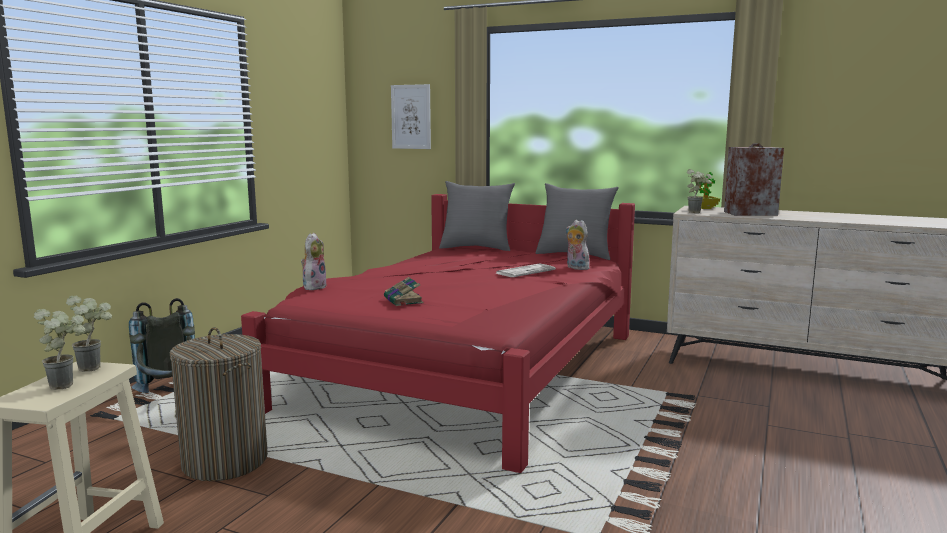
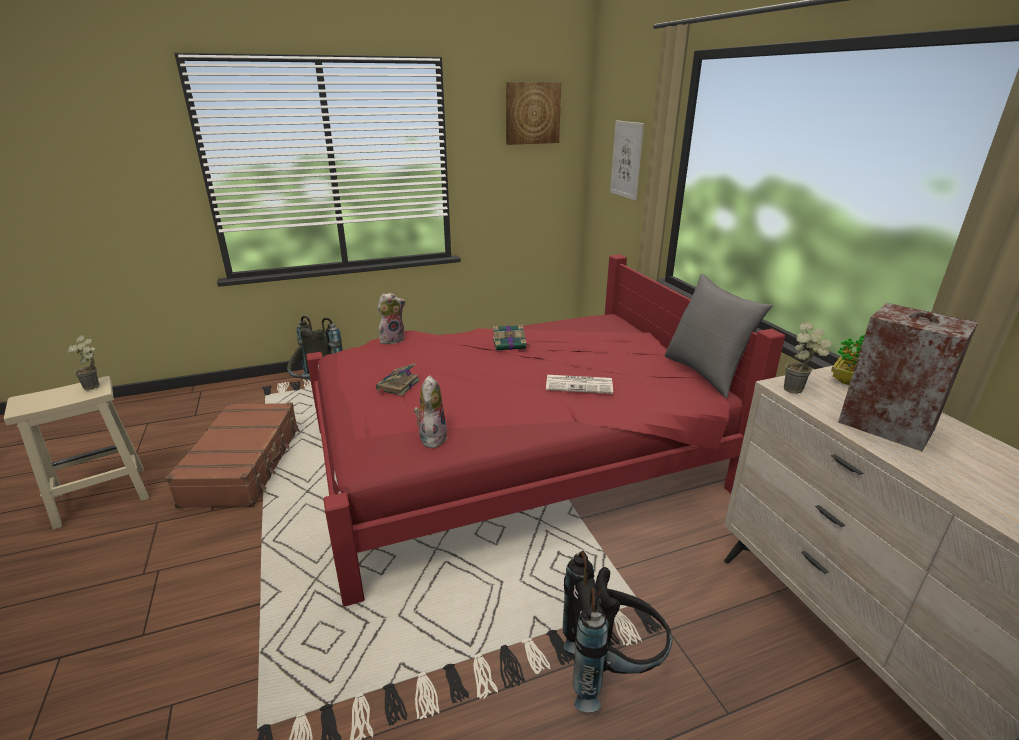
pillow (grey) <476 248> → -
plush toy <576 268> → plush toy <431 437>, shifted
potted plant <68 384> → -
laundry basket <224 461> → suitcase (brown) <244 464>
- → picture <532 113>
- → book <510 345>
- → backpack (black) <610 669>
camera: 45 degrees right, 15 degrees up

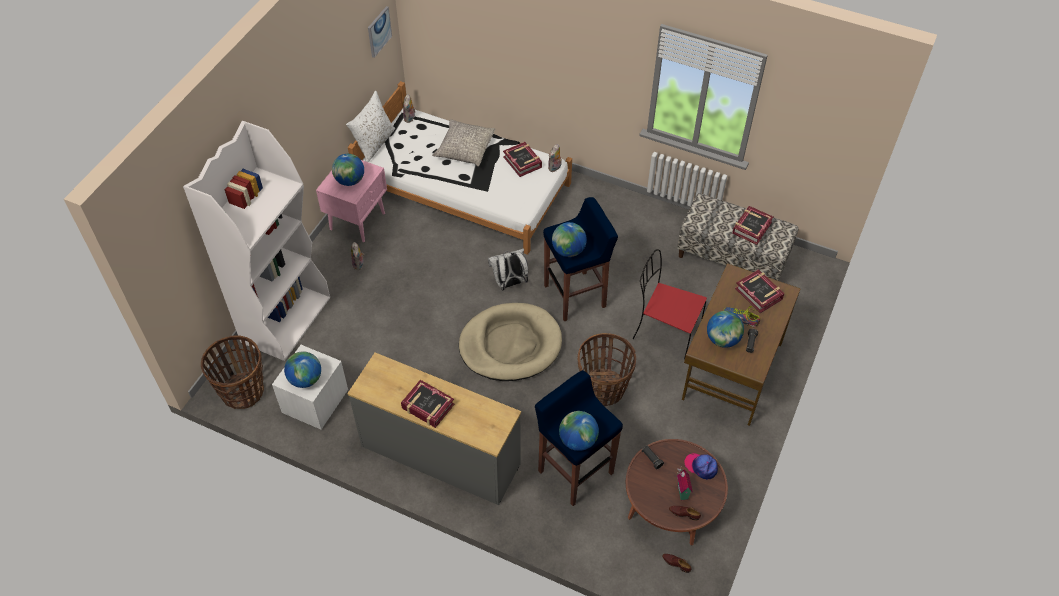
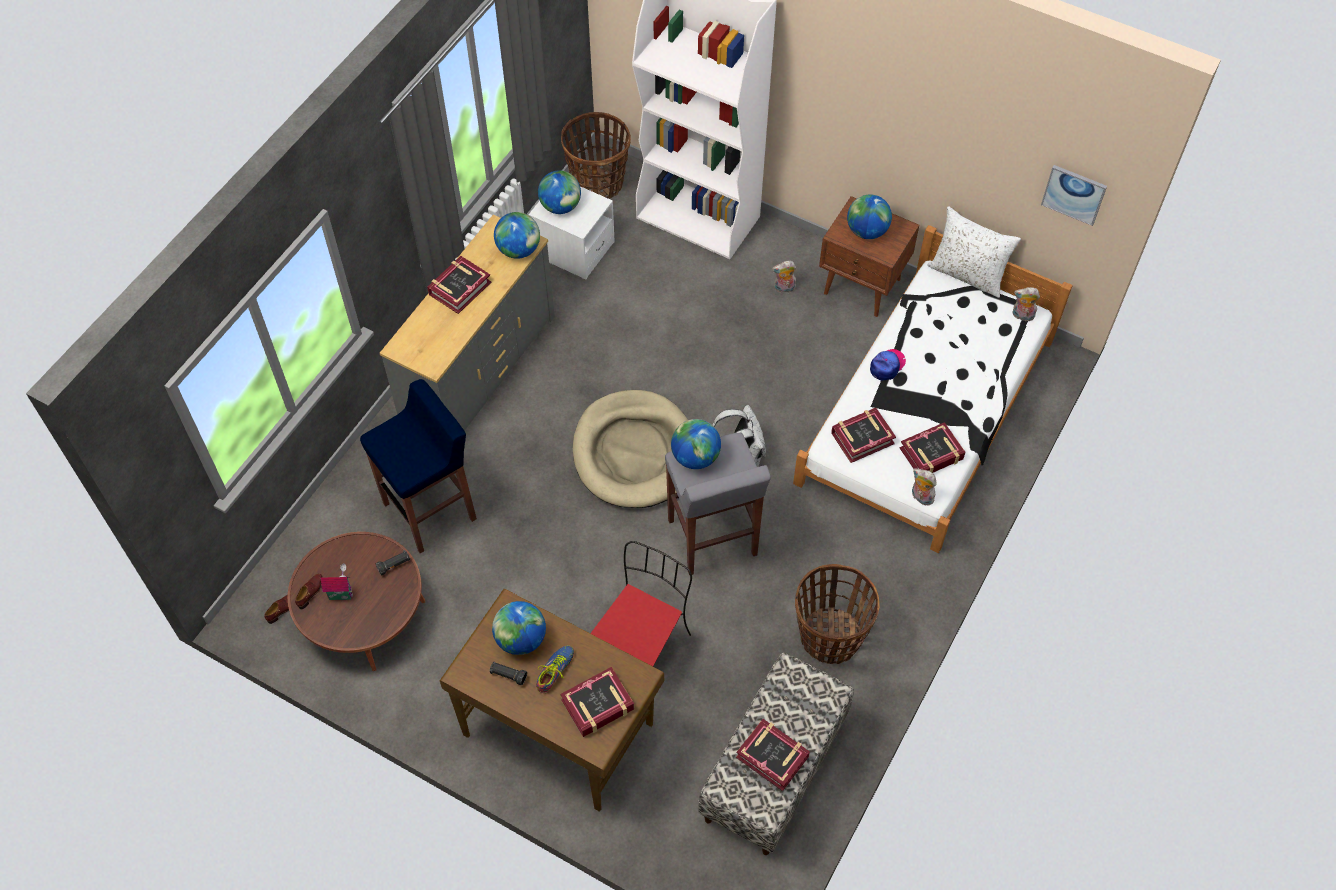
pillow (grey) <464 148> → -
nightstand (pink) <358 220> → nightstand (brown) <863 287>
stool (blue) <576 296> → stool (grey) <712 539>
basket <603 388> → basket <829 637>, shifted
globe <577 440> → globe <518 250>, shifted
cap <701 466> → cap <887 366>, shifted
- → book <862 438>
camera: 95 degrees right, 5 degrees up

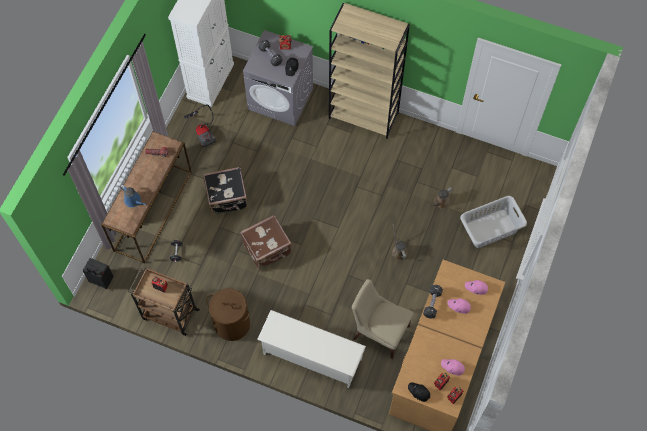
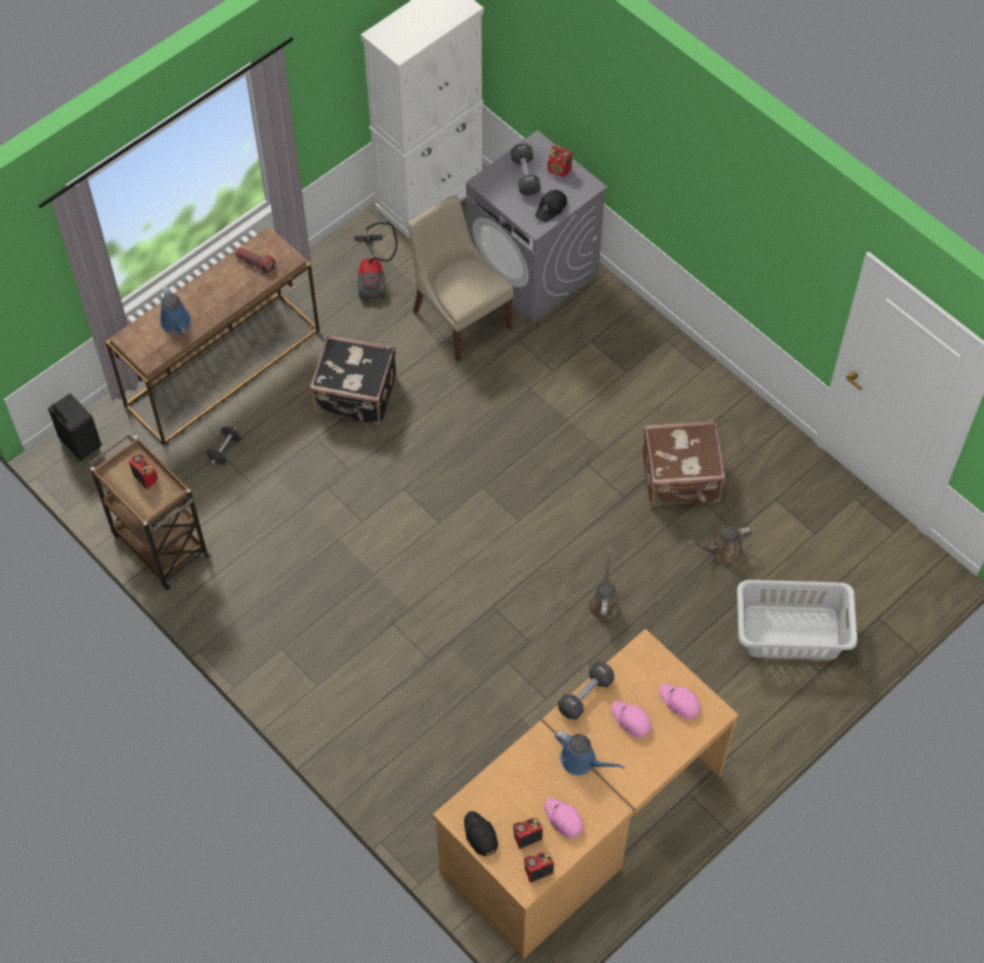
bookcase (beige) <364 115> → -
suitcase (brown) <267 249> → suitcase (brown) <681 479>, shifted
chair (beige) <379 331> → chair (beige) <460 317>, shifted
laundry basket (brown) <232 324> → -
shoe rack (white) <311 357> → -
- → watering can (blue) <581 760>
camera: 25 degrees right, 5 degrees down

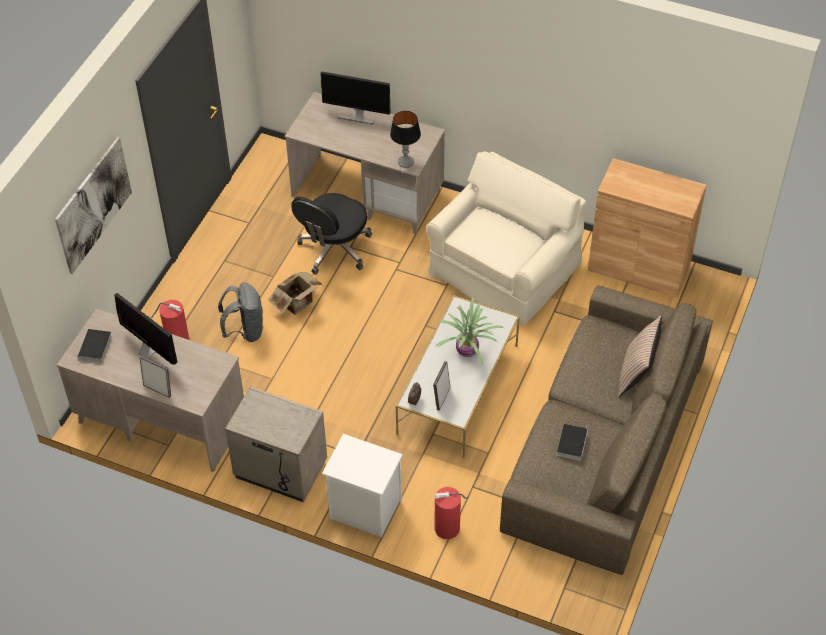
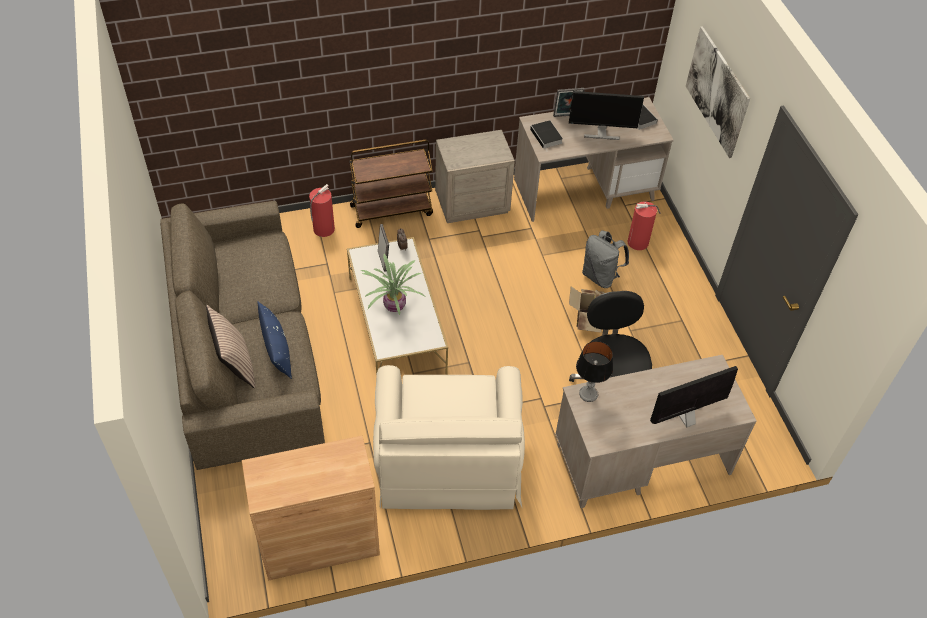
book <572 442> → book <547 137>, shifted
nightstand (white) <363 509> → cart (brown) <392 210>
- → pillow (blue) <277 349>
camera: 140 degrees right, 0 degrees up

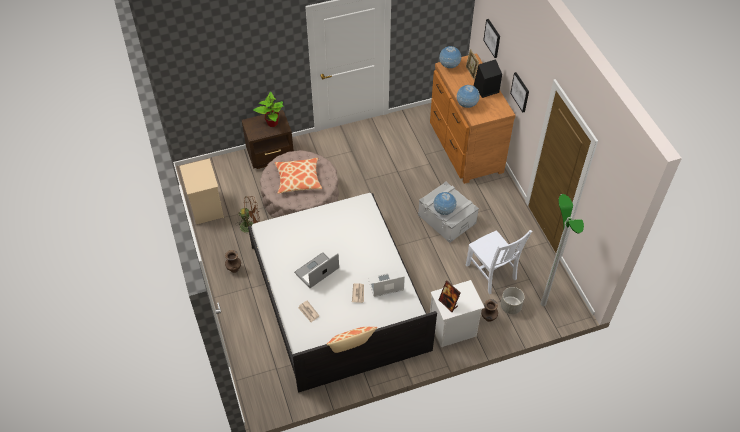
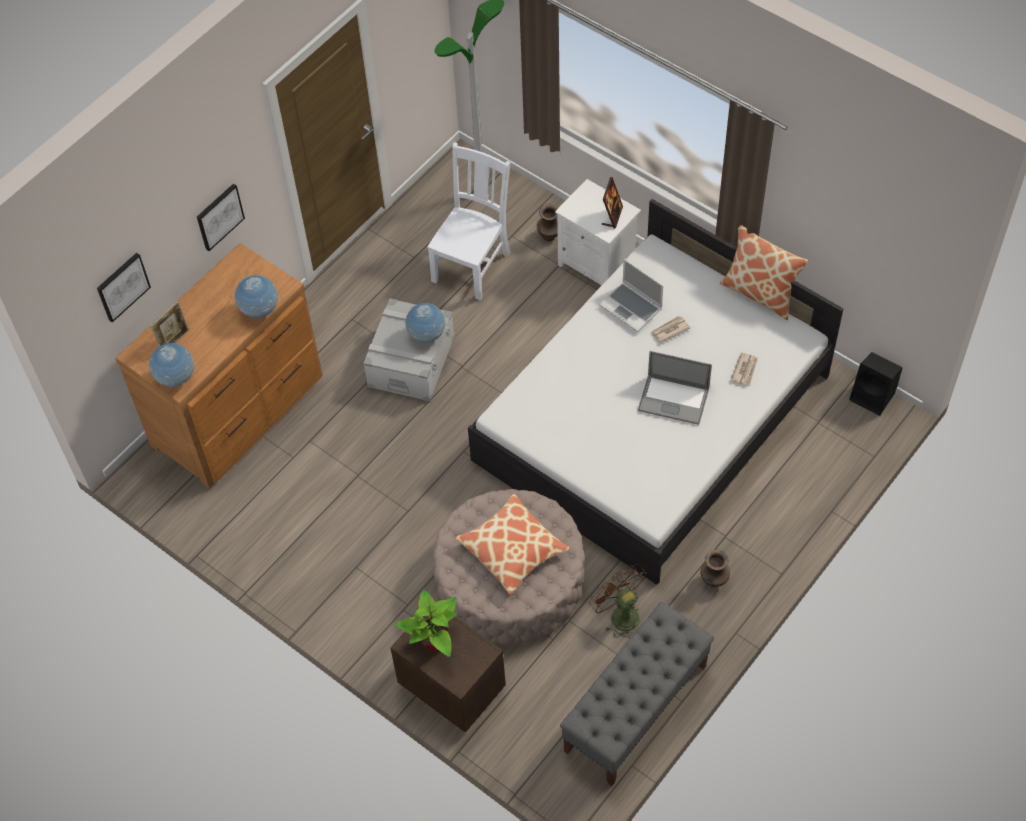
speaker (black) <485 89> → speaker (black) <873 396>, shifted
nightstand (beige) <205 208> → bench (grey) <635 709>
planter (grey) <510 306> → -
camera: 120 degrees left, 5 degrees up

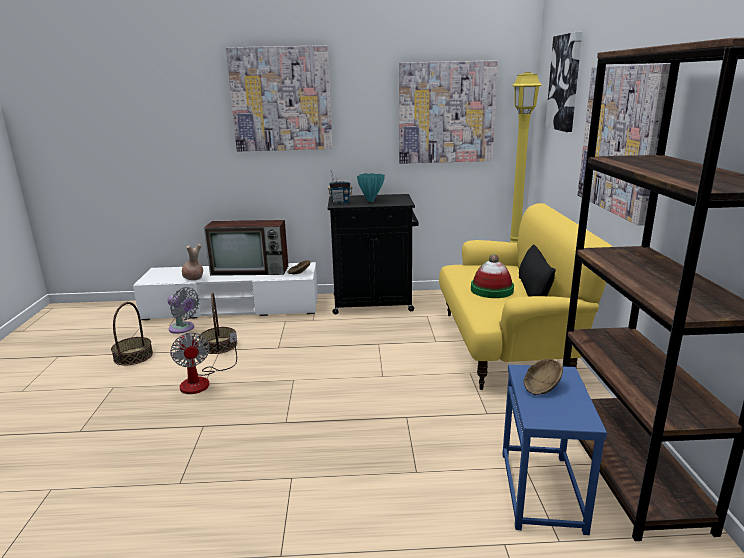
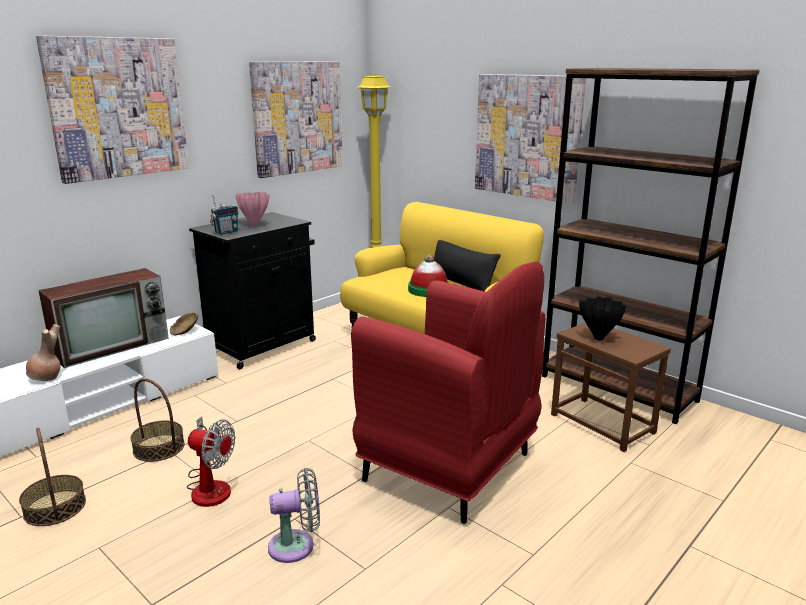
picture <565 83> → -
vase (turquoise) <370 201> → vase (pink) <254 225>
fan (grey) <183 328> → fan (grey) <296 546>, shifted
bowl (brown) <540 387> → vase (black) <599 338>
side table (blue) <543 491> → side table (brown) <603 423>
- → armchair (red) <450 468>
camera: 45 degrees left, 0 degrees up

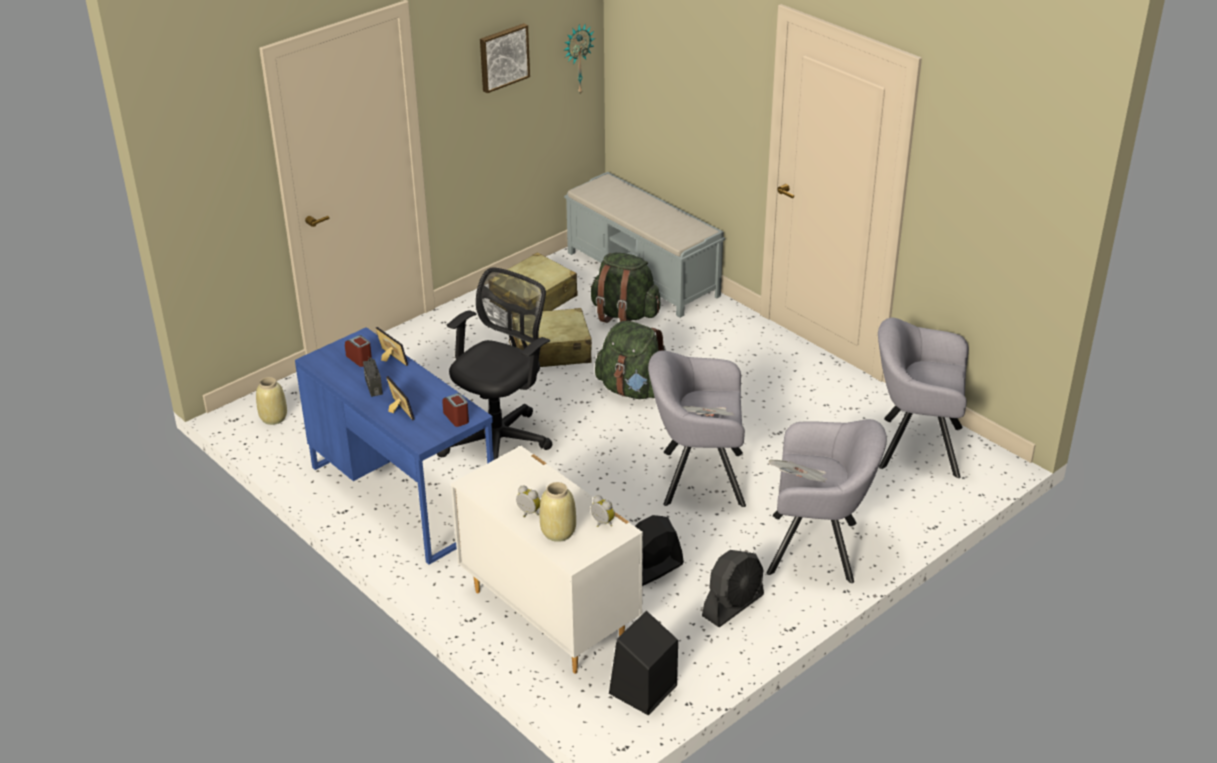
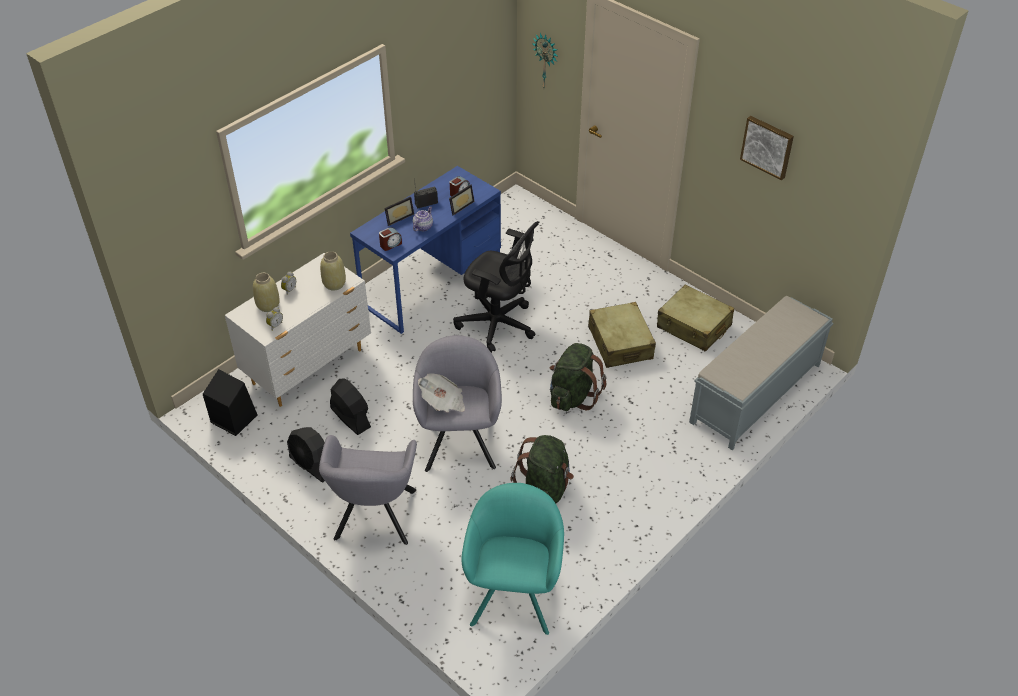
wall clock <577 59> → wall clock <546 61>, shifted
backpack (green) <624 315> → backpack (green) <544 490>, shifted
armchair (grey) <914 446> → armchair (turquoise) <514 593>
vase (beige) <274 418> → vase (beige) <334 284>, shifted
newspaper <799 483> → -
- → teapot <423 226>
camera: 85 degrees right, 10 degrees up

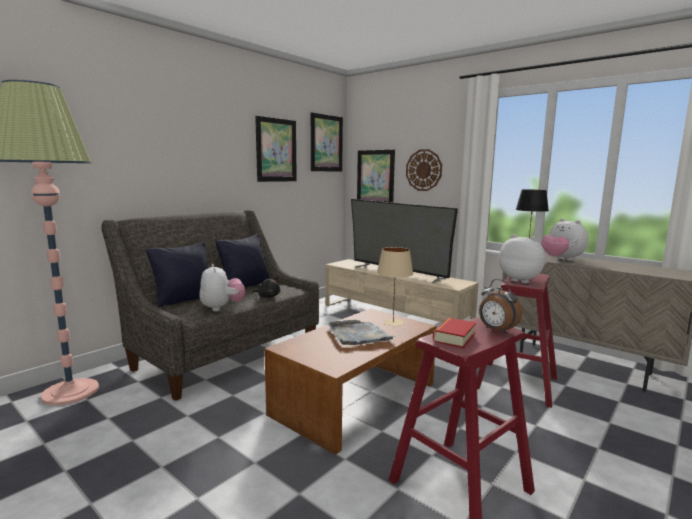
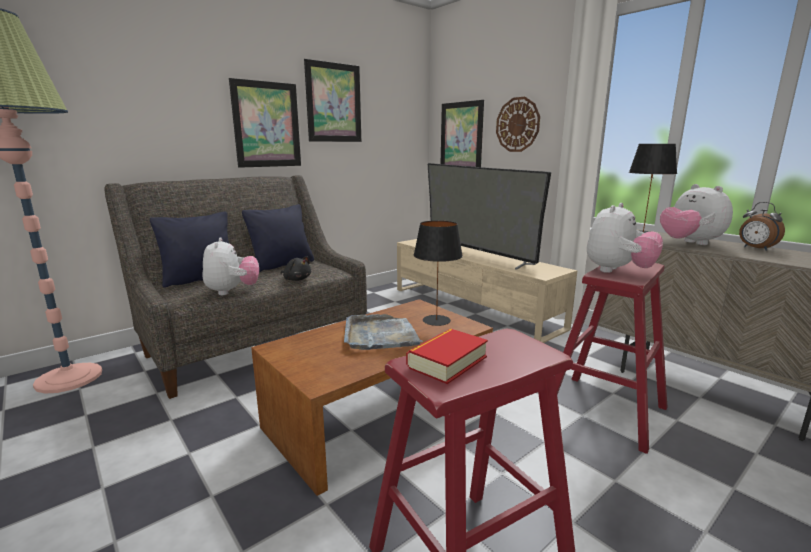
picture <326 143> → picture <266 125>, shifted
plush toy <522 280> → plush toy <618 271>, 75 degrees clockwise
table lamp (beige) <392 322> → table lamp (black) <436 320>
alarm clock <496 330> → alarm clock <755 248>, shifted
camera: 10 degrees right, 5 degrees up

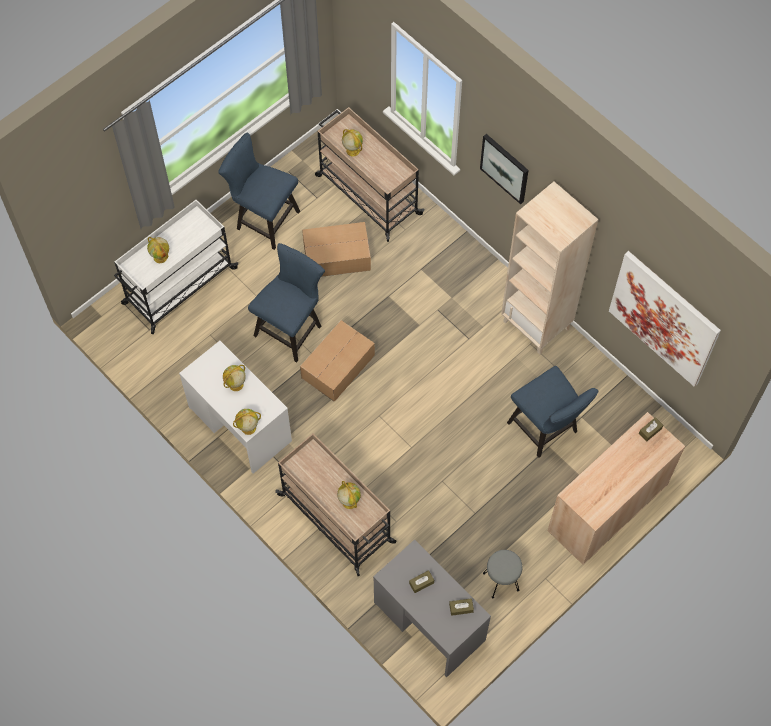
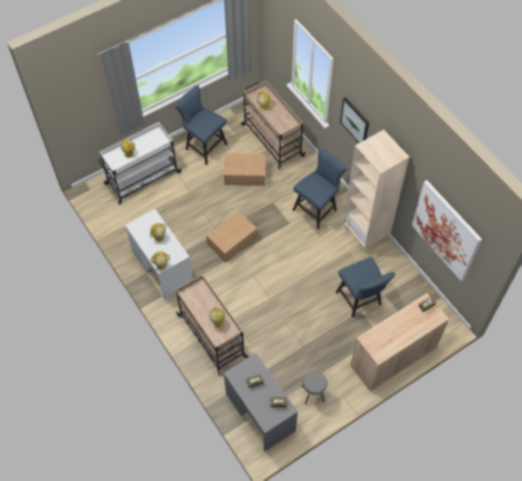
chair (blue) <291 328> → chair (blue) <317 208>, shifted
camera: 10 degrees right, 5 degrees down

